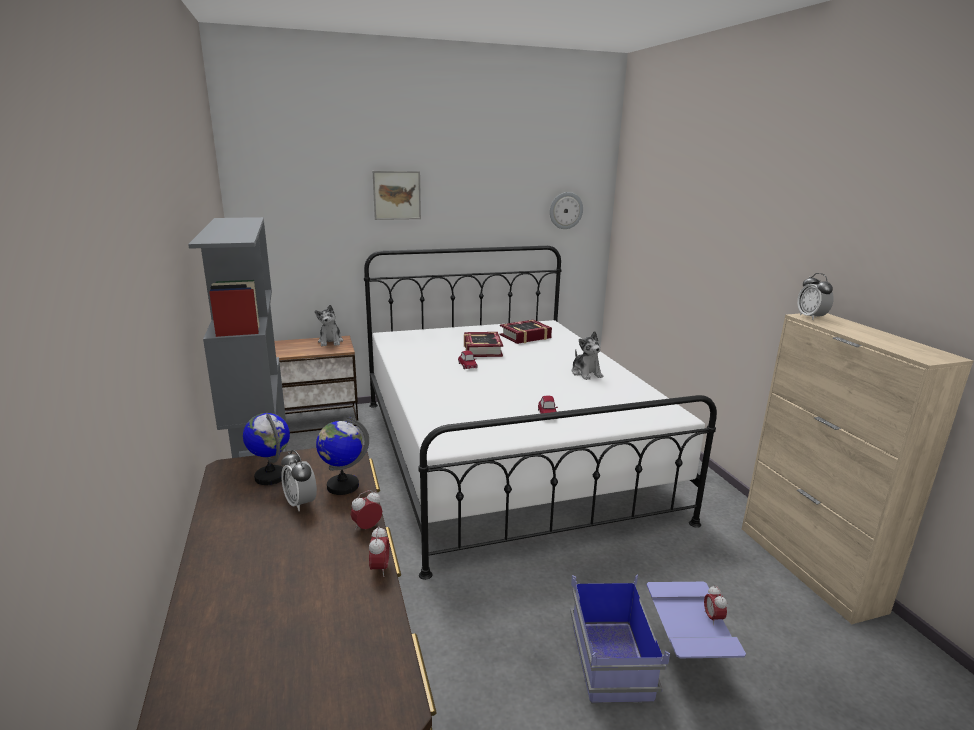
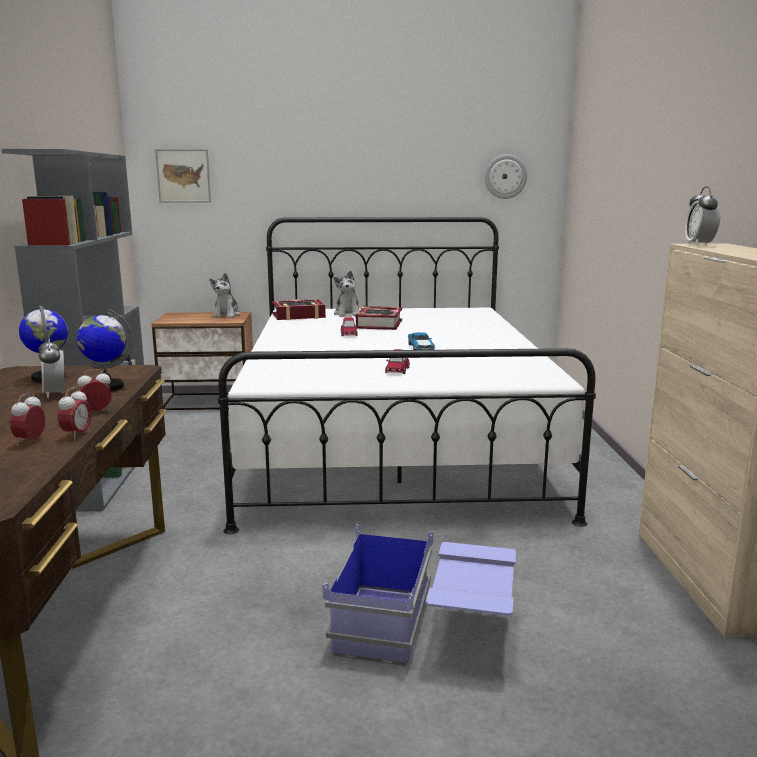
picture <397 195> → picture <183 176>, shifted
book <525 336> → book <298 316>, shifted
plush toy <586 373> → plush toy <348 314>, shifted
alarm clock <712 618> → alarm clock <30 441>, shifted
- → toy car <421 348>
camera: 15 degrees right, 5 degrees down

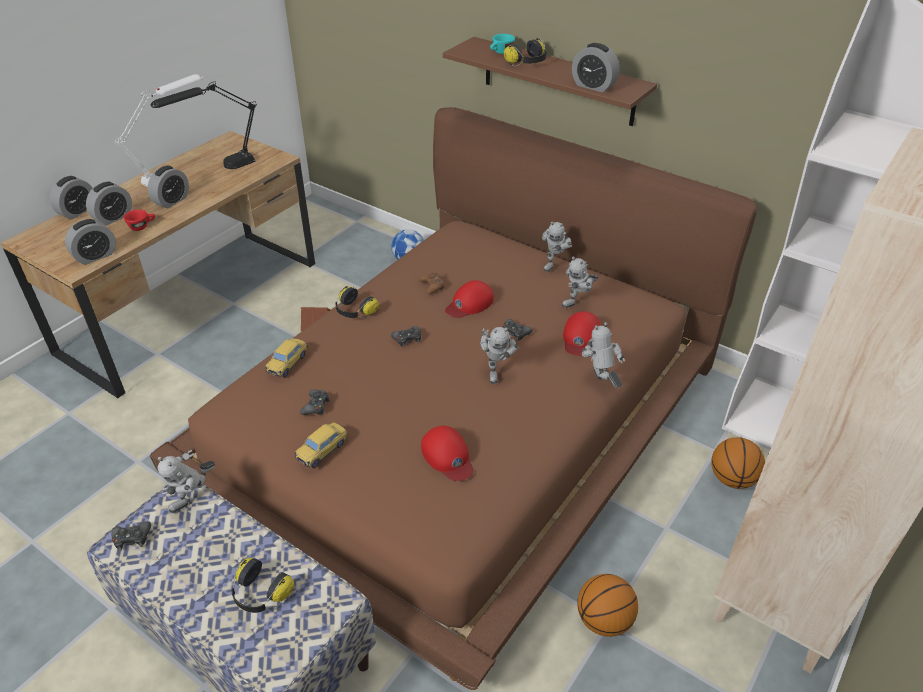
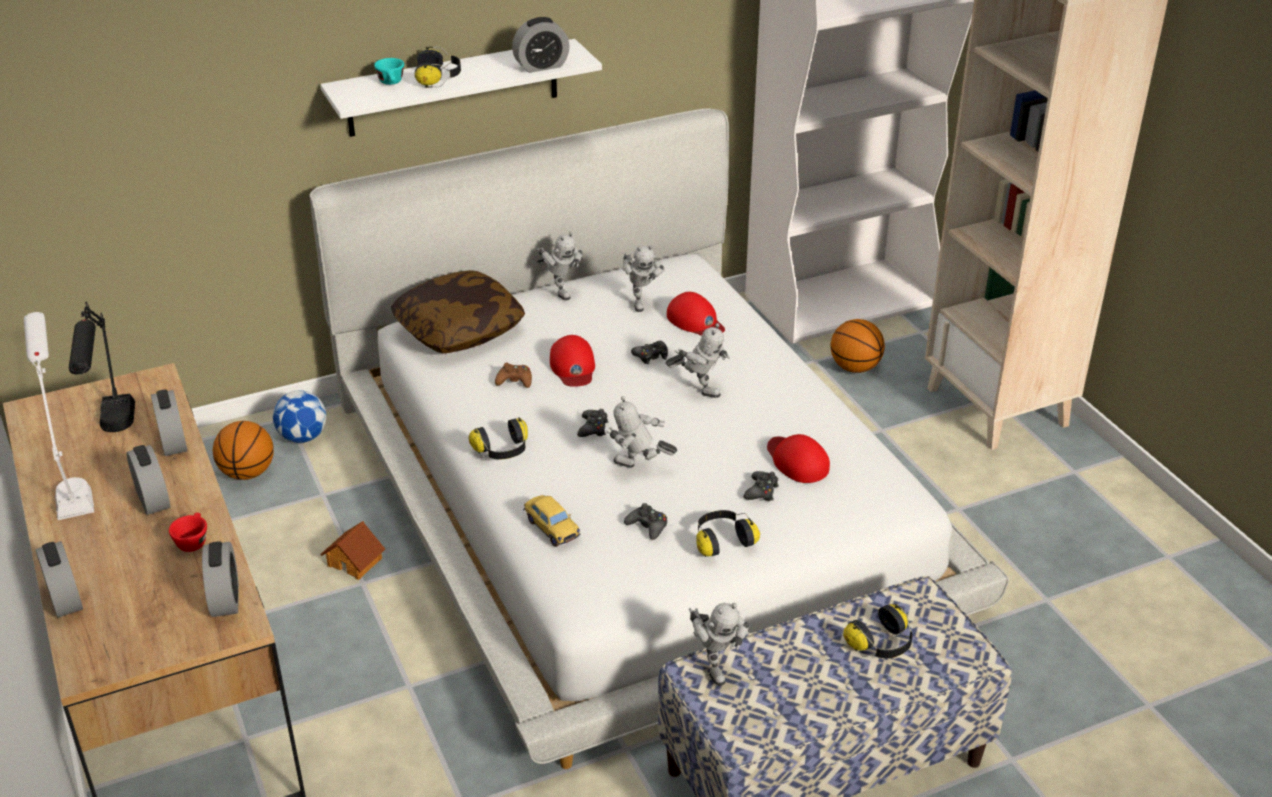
shelf (brown) <558 81> → shelf (white) <453 88>
bed (brown) <461 420> → bed (white) <635 500>
alarm clock <113 217> → alarm clock <173 442>, shifted
toy robot <600 382> → toy robot <639 469>, shifted
toy car <322 450> → headphones <722 541>
cap (red) <447 456> → cap (red) <797 461>, 120 degrees counterclockwise
game controller (black) <132 538> → game controller (black) <761 491>, shifted
basketball <604 620> → basketball <248 473>, shifted
- → pillow <459 330>
camera: 60 degrees left, 5 degrees down

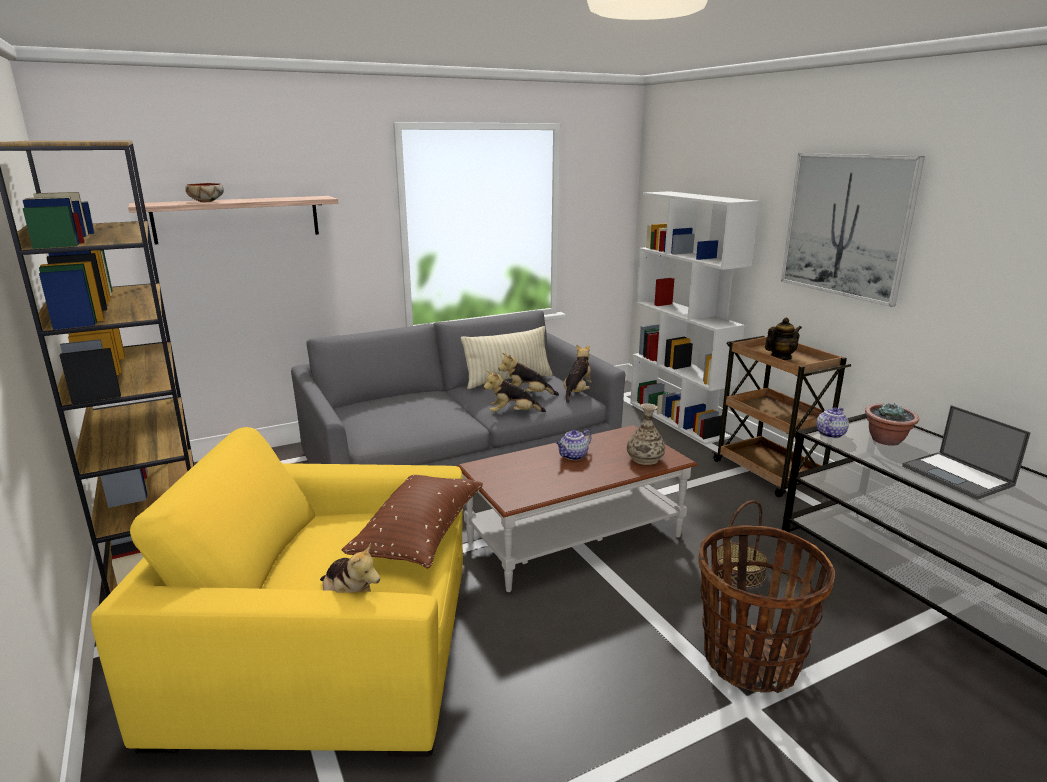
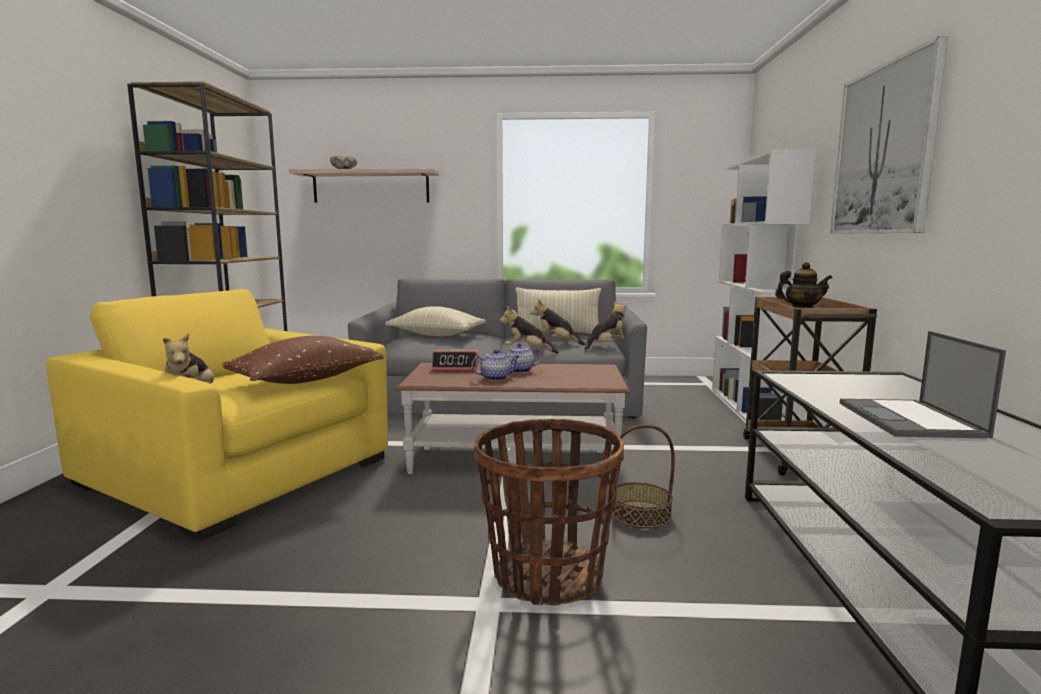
vase <645 459> → -
potted plant <886 440> → -
teapot <830 434> → teapot <496 378>, shifted
- → pillow (beige) <436 335>
- → alarm clock <456 367>
camera: 30 degrees right, 10 degrees down

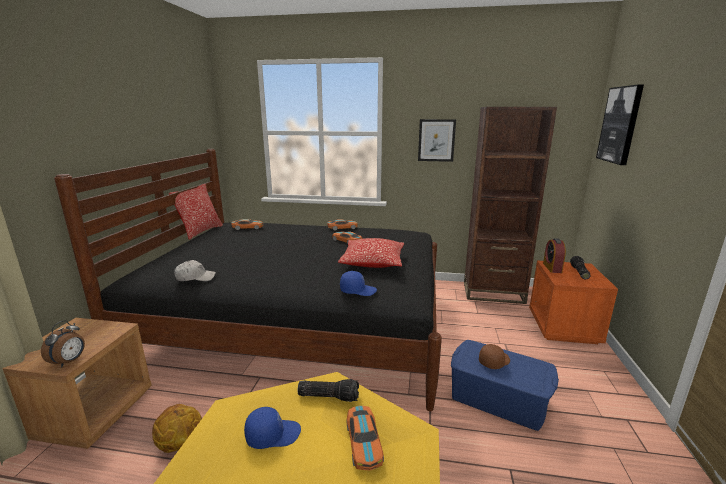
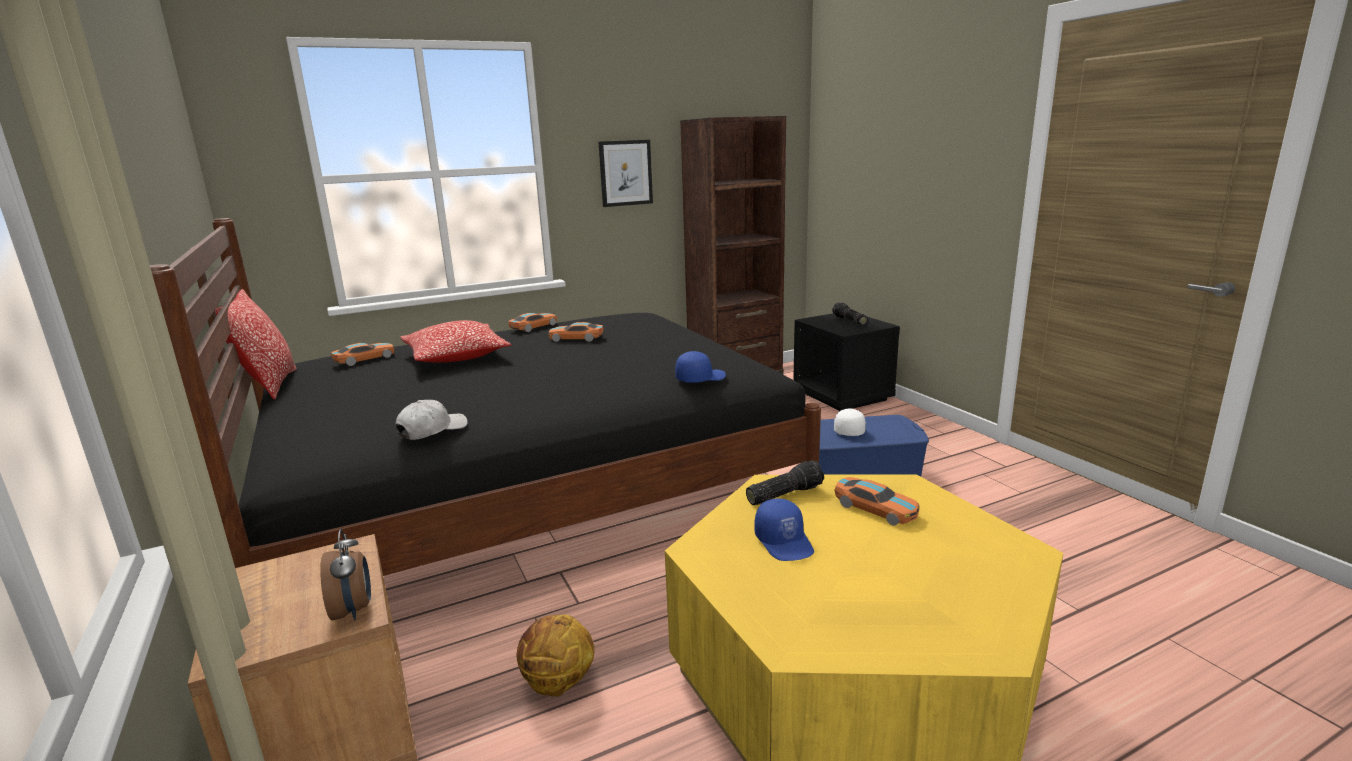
picture <620 125> → -
pillow <373 262> → pillow <456 357>, shifted
alarm clock <552 268> → -
nightstand (orange) <563 328> → nightstand (black) <843 396>
cap (brown) <493 361> → cap (white) <849 430>
cap (blue) <273 434> → cap (blue) <785 542>, 120 degrees clockwise
camera: 35 degrees left, 0 degrees up

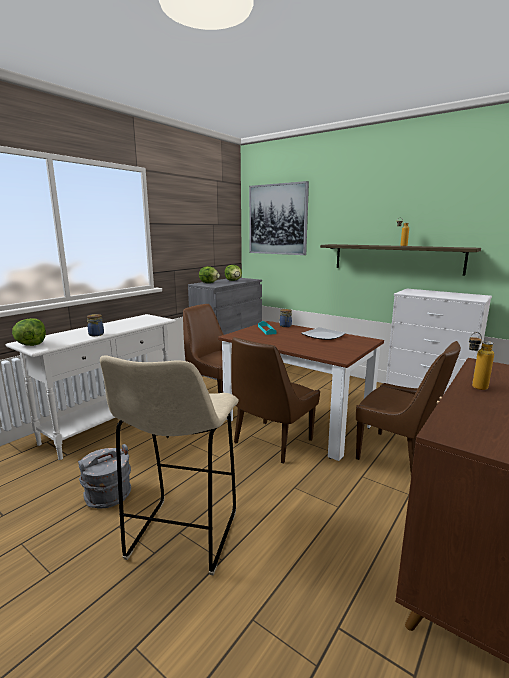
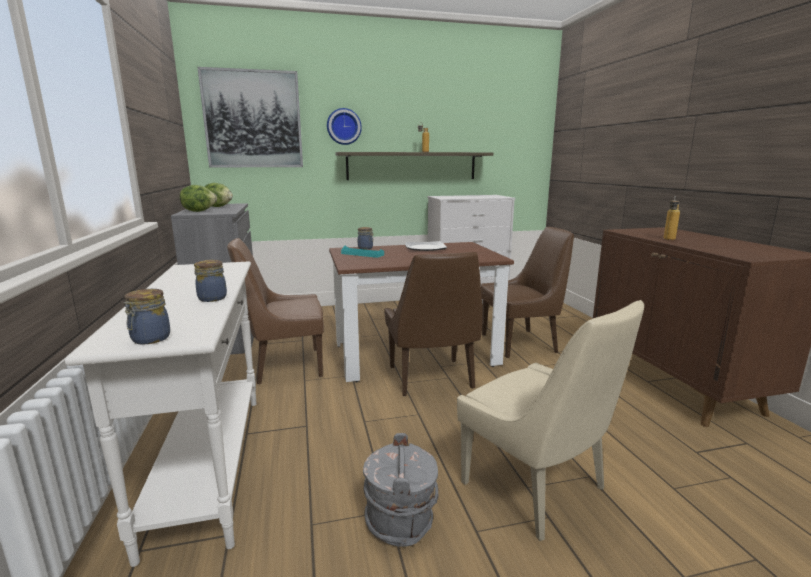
lettuce <31 344> → jar <149 339>
stool (beige) <182 537> → chair (beige) <537 488>
- → wall clock <344 126>
camera: 50 degrees left, 0 degrees up

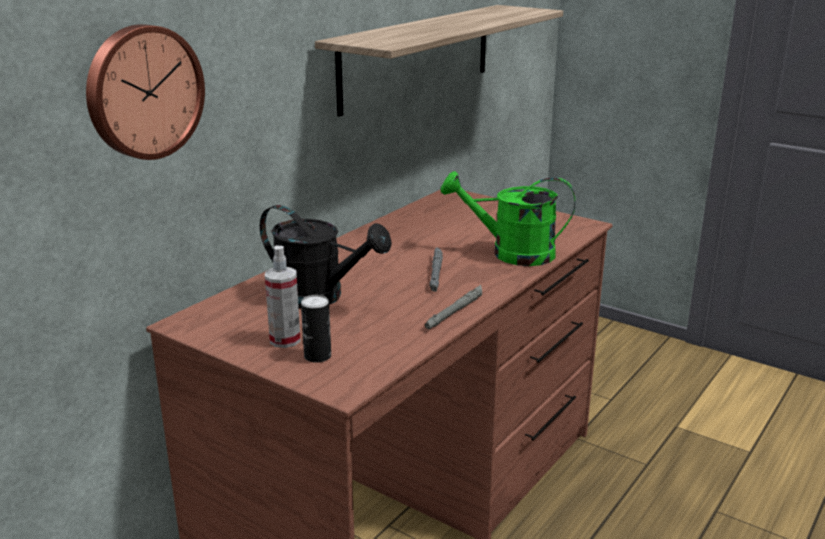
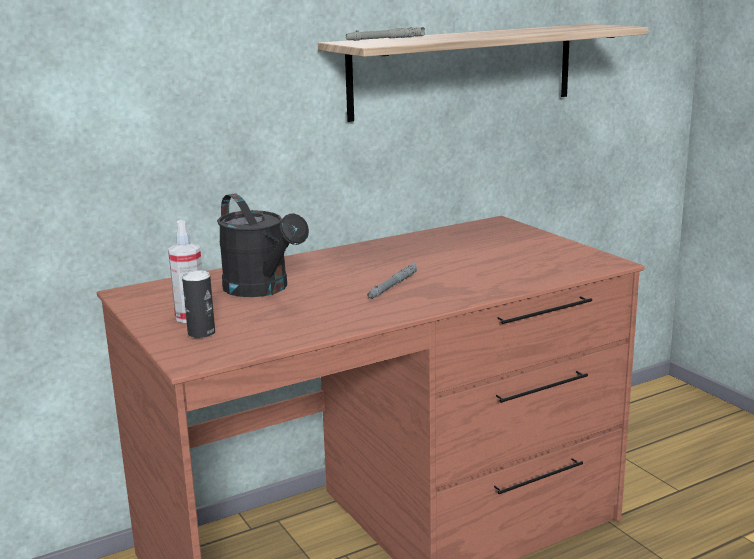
wall clock <143 92> → -
watering can (green) <511 253> → -
flashlight (grey) <456 311> → flashlight (grey) <387 38>, shifted
camera: 25 degrees right, 5 degrees down

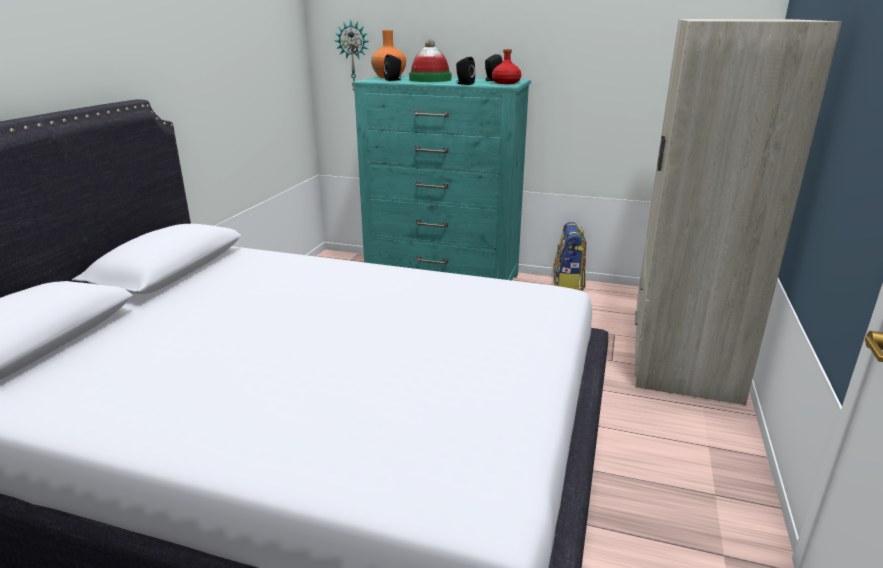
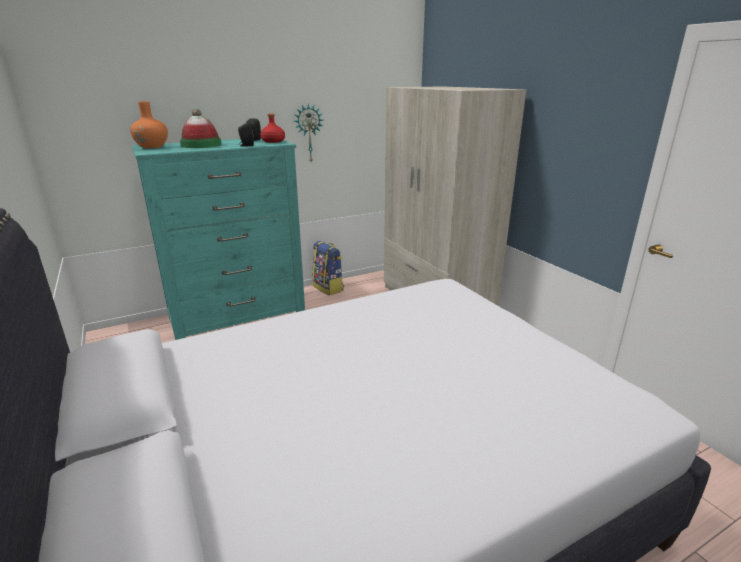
wall clock <353 57> → wall clock <308 133>, shifted
speaker (black) <394 80> → -
camera: 45 degrees left, 0 degrees up

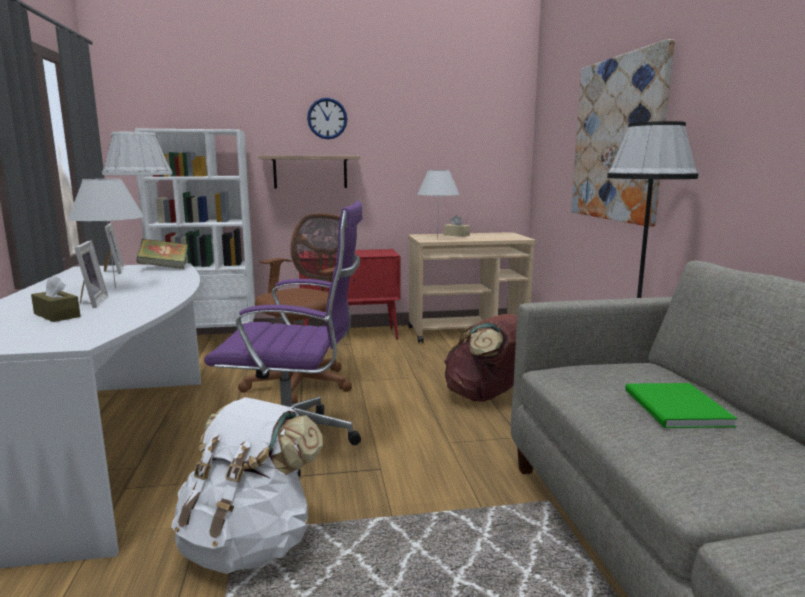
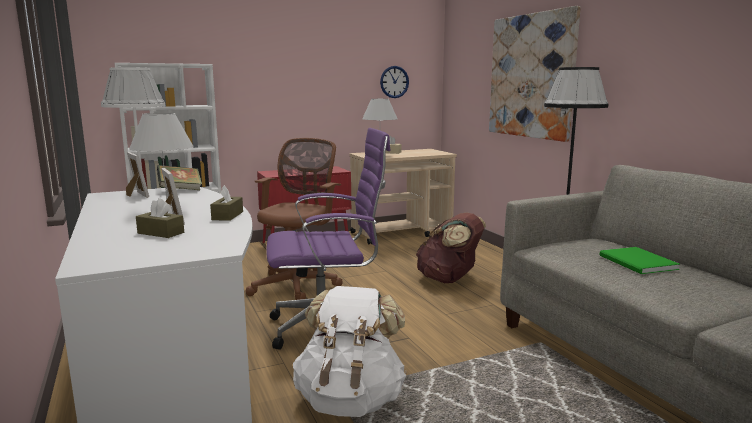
wall clock <327 118> → wall clock <394 82>, shifted
shelf <310 172> → -
- → tissue box (brown) <227 216>
camera: 15 degrees left, 0 degrees up

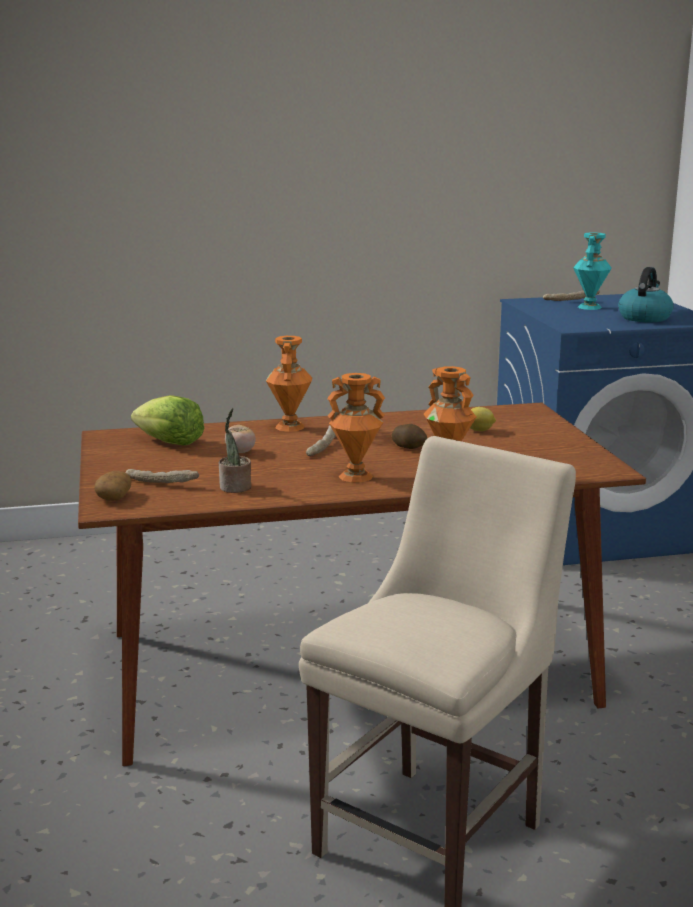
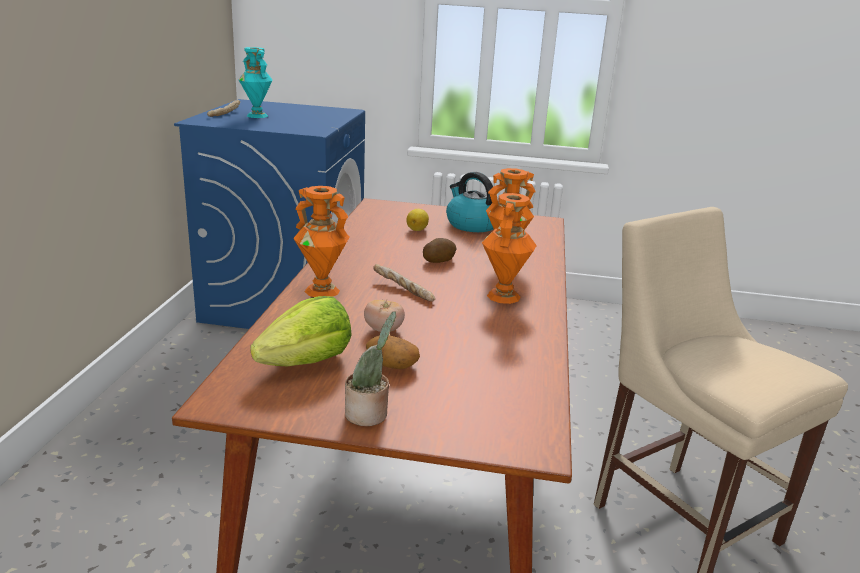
kettle <644 318> → kettle <472 224>, shifted
potted plant <235 488> → potted plant <369 415>, shifted
bread <162 482> → -
potato <113 497> → potato <391 364>, shifted
camera: 70 degrees left, 5 degrees up

